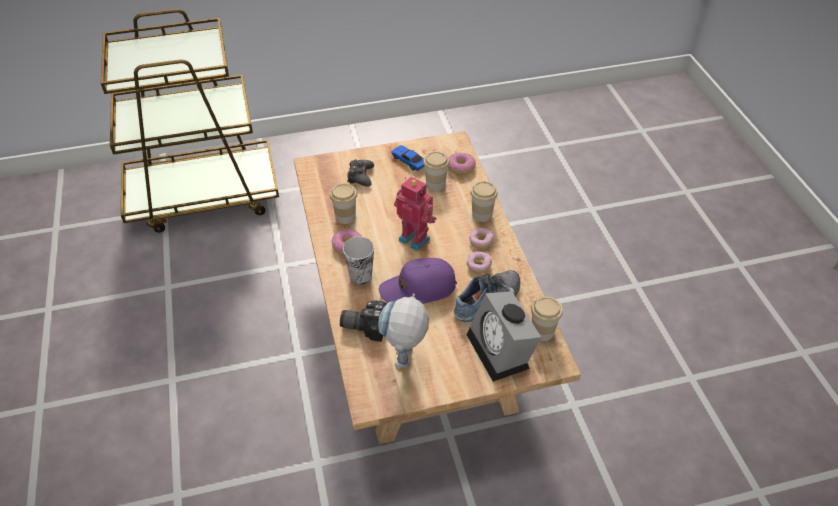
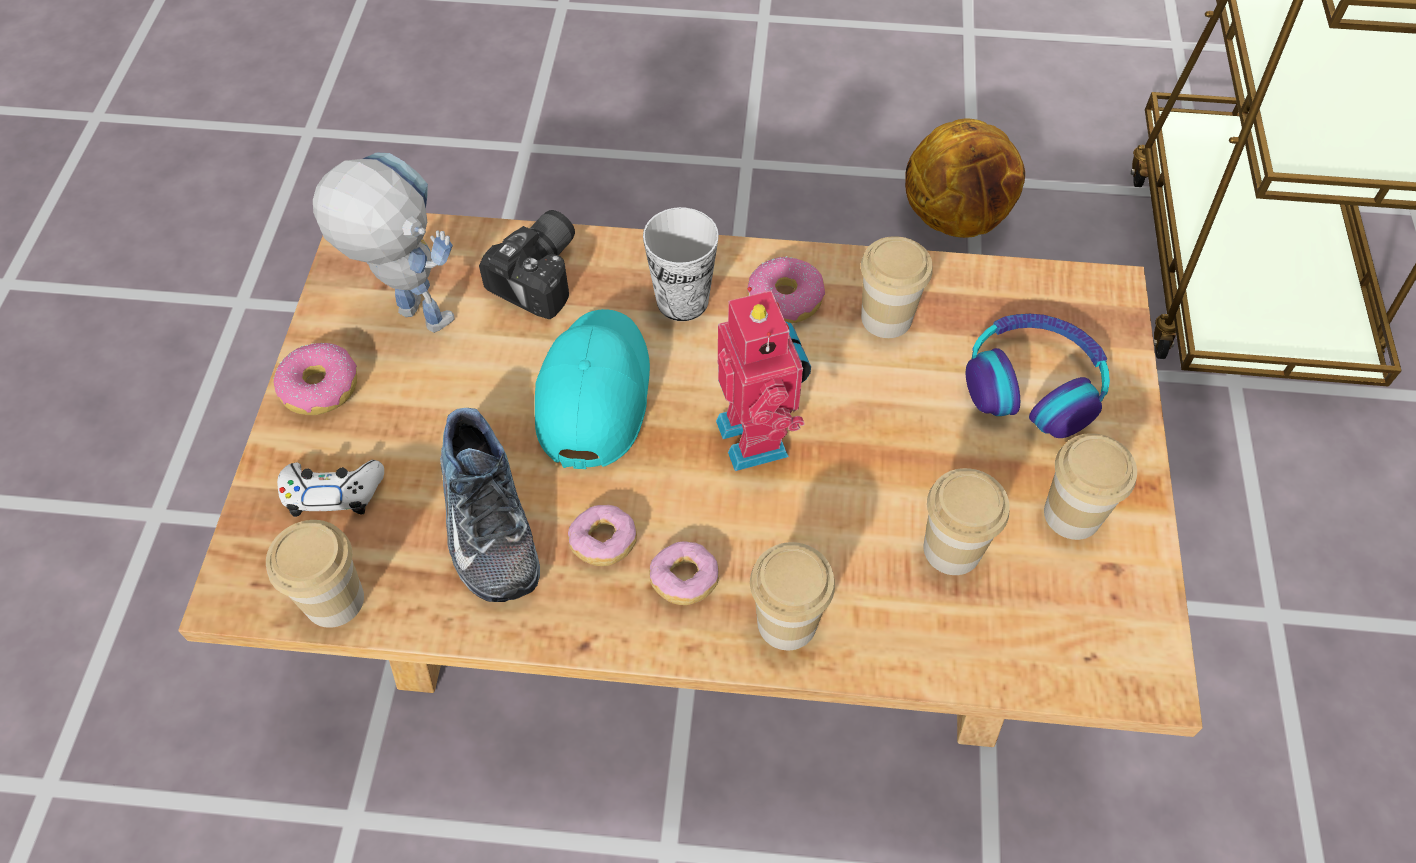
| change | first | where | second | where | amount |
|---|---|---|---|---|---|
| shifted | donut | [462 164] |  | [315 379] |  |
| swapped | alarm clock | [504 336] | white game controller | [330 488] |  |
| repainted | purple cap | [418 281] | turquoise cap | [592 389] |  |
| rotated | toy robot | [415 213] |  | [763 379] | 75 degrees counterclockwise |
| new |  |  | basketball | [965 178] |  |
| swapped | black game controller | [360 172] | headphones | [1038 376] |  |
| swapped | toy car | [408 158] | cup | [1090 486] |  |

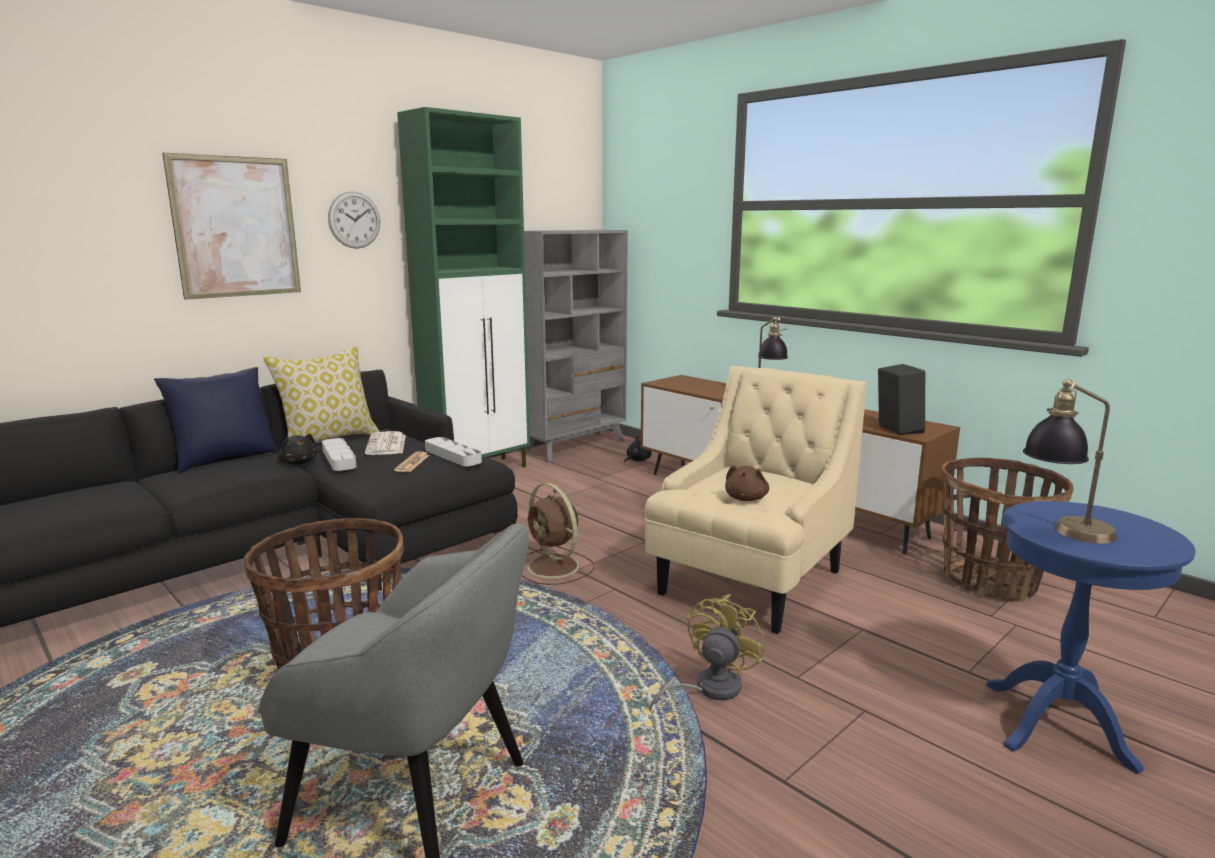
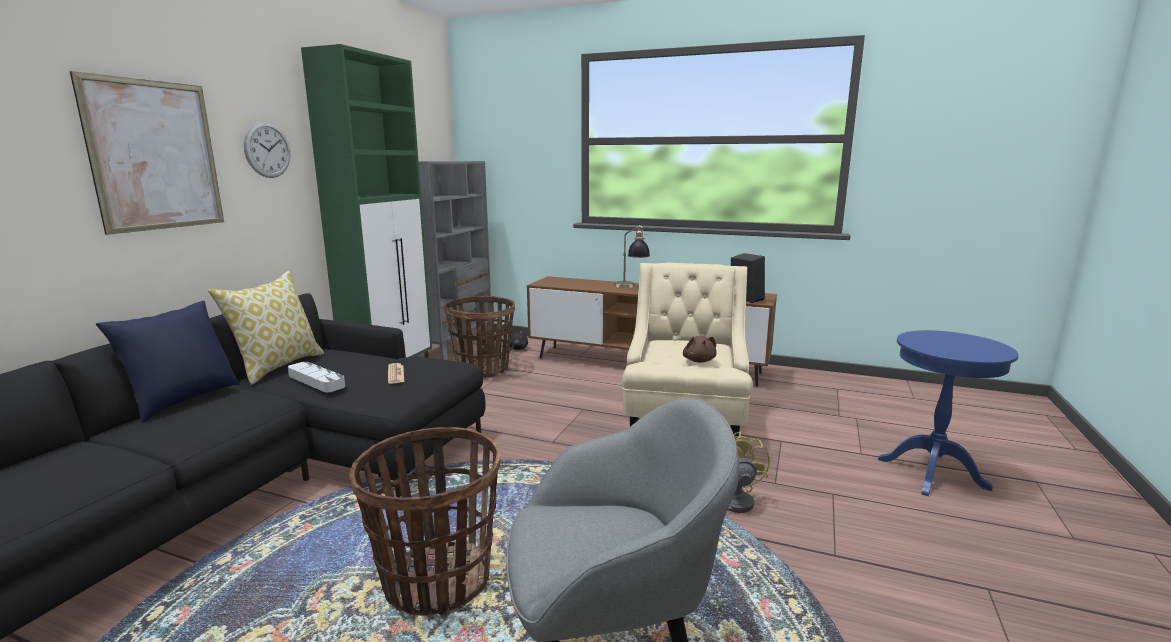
| change | first | where | second | where | amount |
|---|---|---|---|---|---|
| shifted | basket | [1007 530] |  | [479 337] |  |
| gone | black plush toy | [297 449] |  |  |  |
| gone | newspaper | [385 443] |  |  |  |
| gone | grey tray | [453 451] |  |  |  |
| gone | brown fan | [558 534] |  |  |  |
| gone | table lamp | [1070 461] |  |  |  |

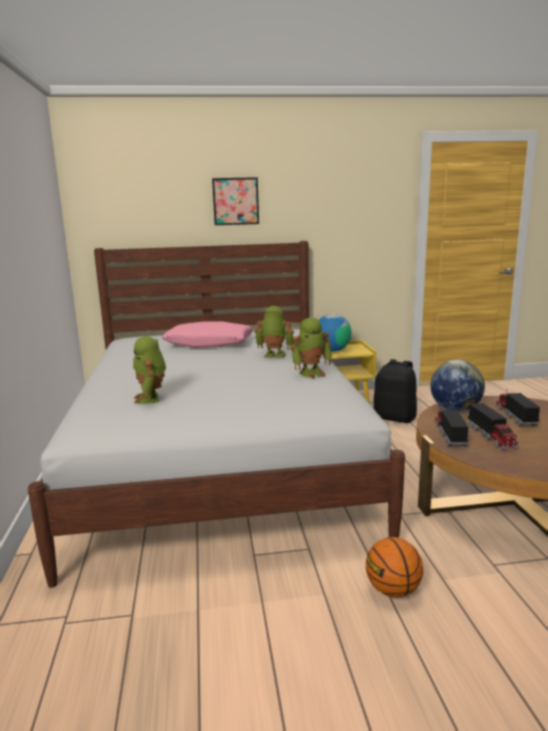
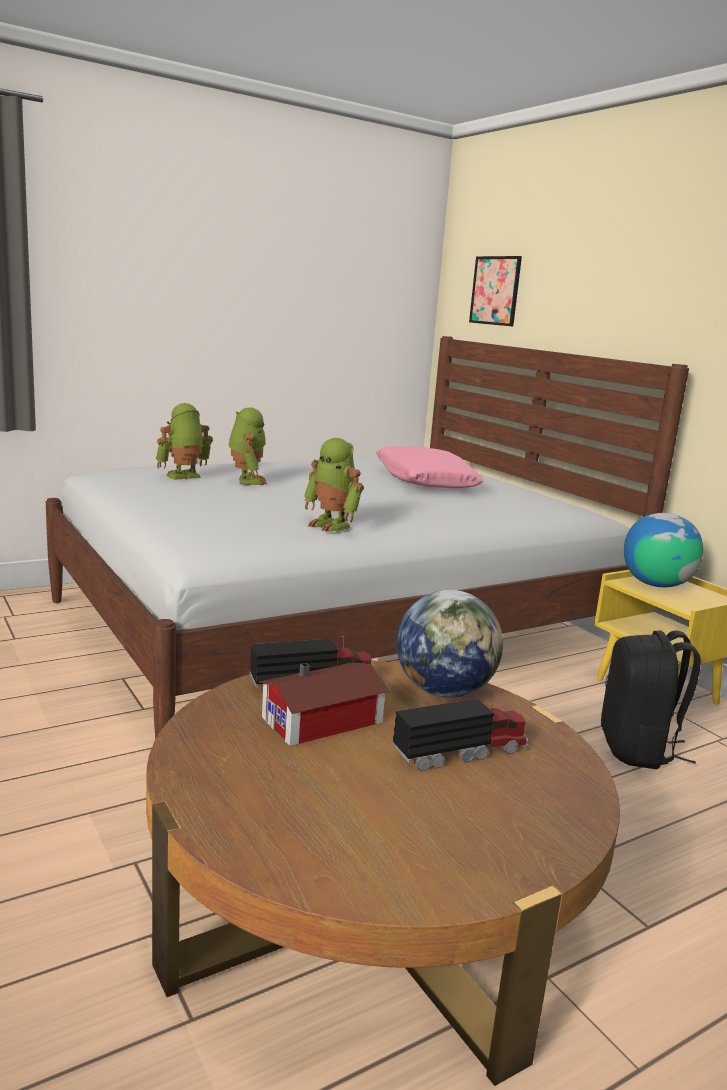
| change | first | where | second | where | amount |
|---|---|---|---|---|---|
| shifted | toy robot | [274 332] |  | [248 446] |  |
| swapped | toy truck | [493 426] | toy house | [324 704] |  |
| shifted | picture | [235 201] |  | [495 291] |  |
| gone | basketball | [394 567] |  |  |  |

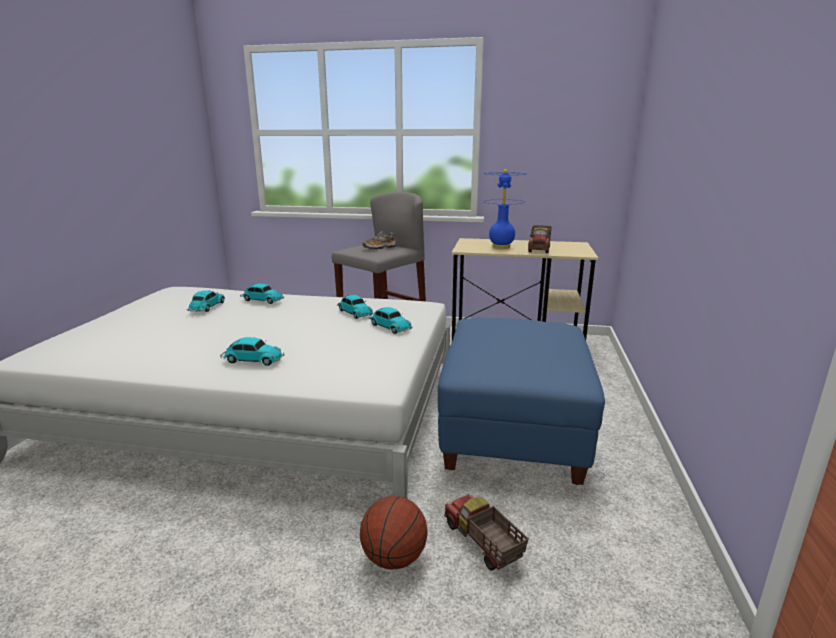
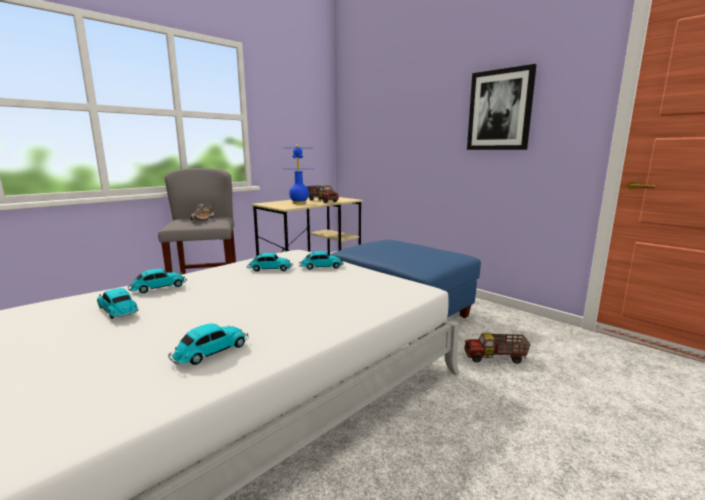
| change | first | where | second | where | amount |
|---|---|---|---|---|---|
| shifted | toy car | [252 351] |  | [208 344] |  |
| new |  |  | picture | [501 107] |  |
| gone | basketball | [394 533] |  |  |  |

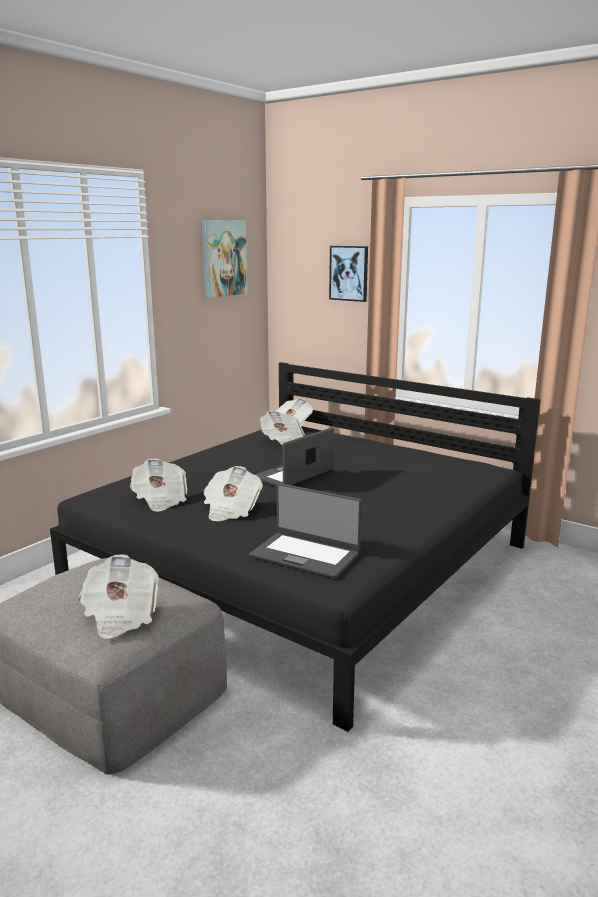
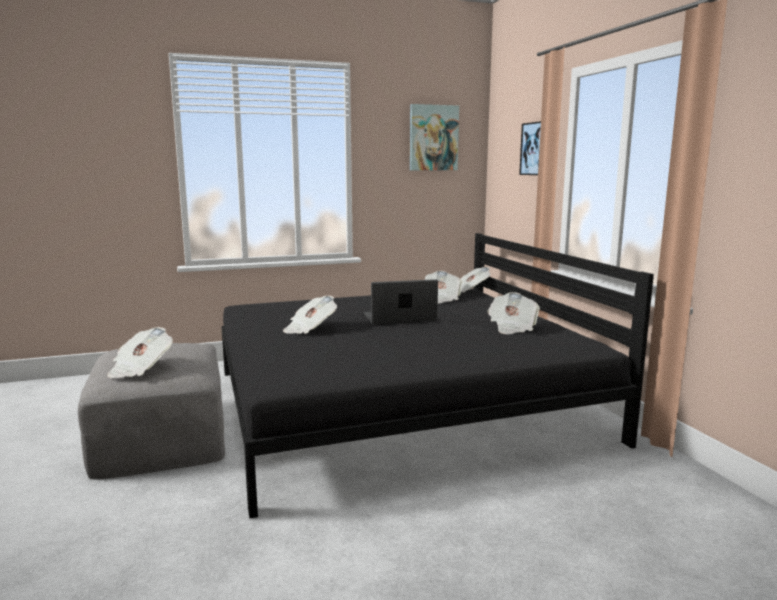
| change | first | where | second | where | amount |
|---|---|---|---|---|---|
| shifted | newspaper | [158 485] |  | [513 313] |  |
| gone | laptop | [305 531] |  |  |  |

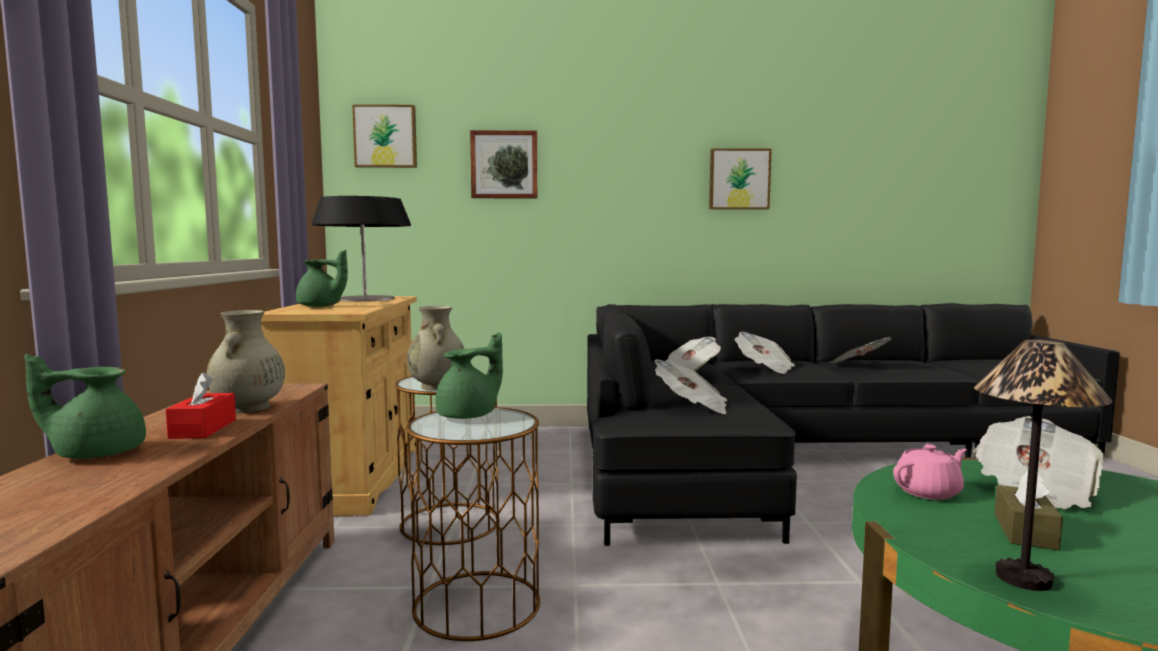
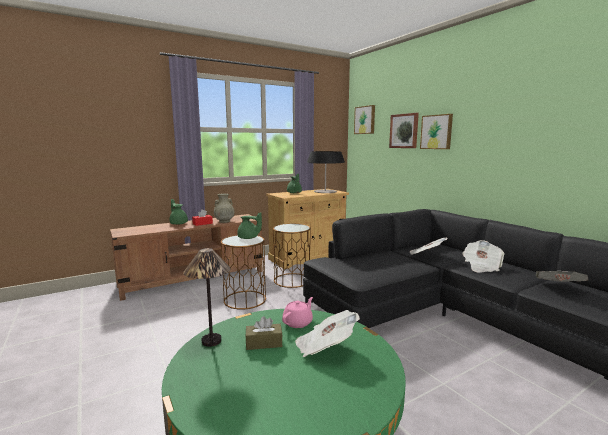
| change | first | where | second | where | amount |
|---|---|---|---|---|---|
| rotated | pink teapot | [930 472] |  | [297 312] | 90 degrees counterclockwise |
| shifted | picture | [740 178] |  | [436 131] |  |
| gone | beige vase | [435 348] |  |  |  |
| gone | newspaper | [691 386] |  |  |  |

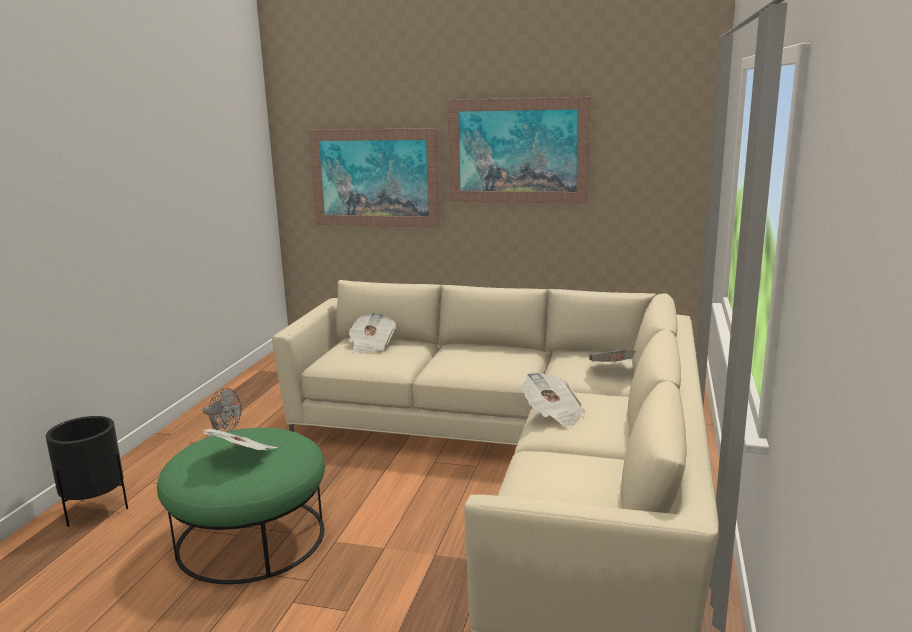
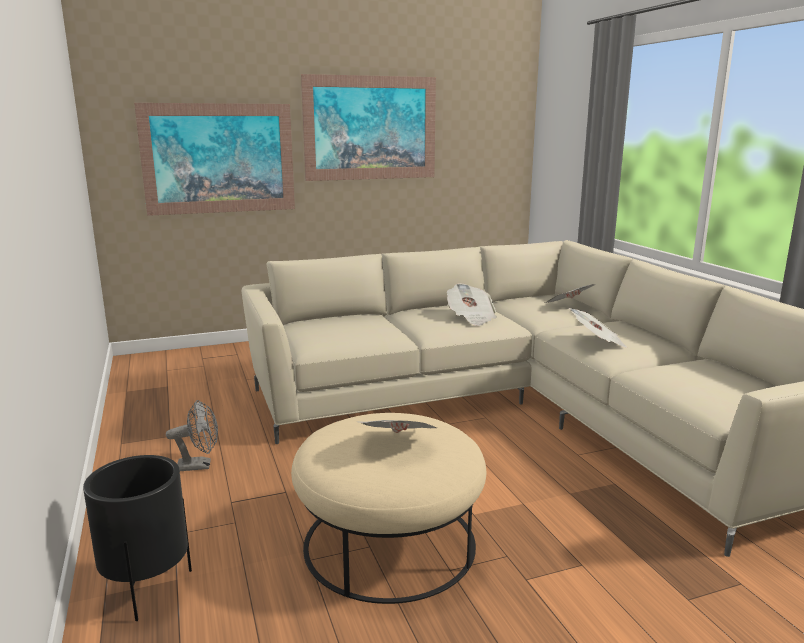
| change | first | where | second | where | amount |
|---|---|---|---|---|---|
| repainted | green ottoman | [241 506] | beige ottoman | [388 508] |  |
| shifted | newspaper | [372 333] |  | [472 304] |  |

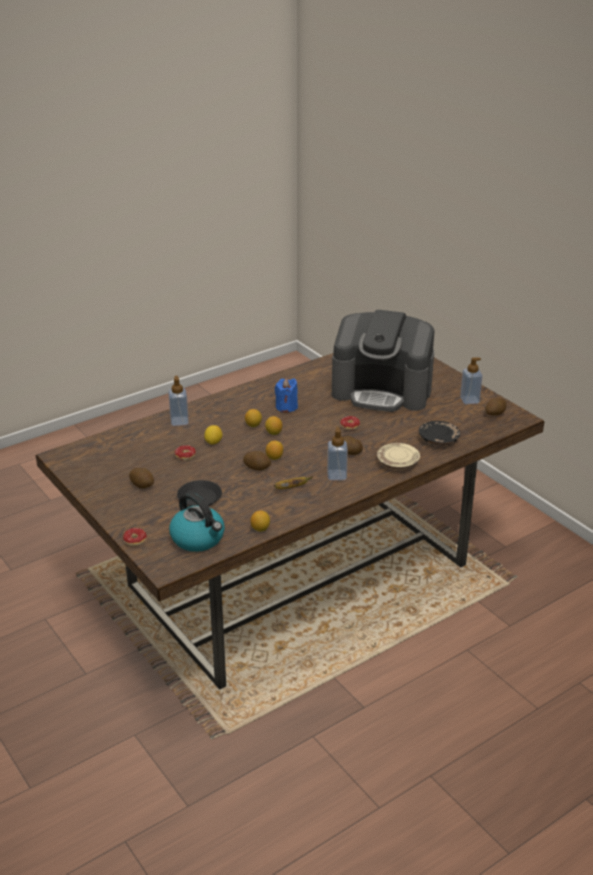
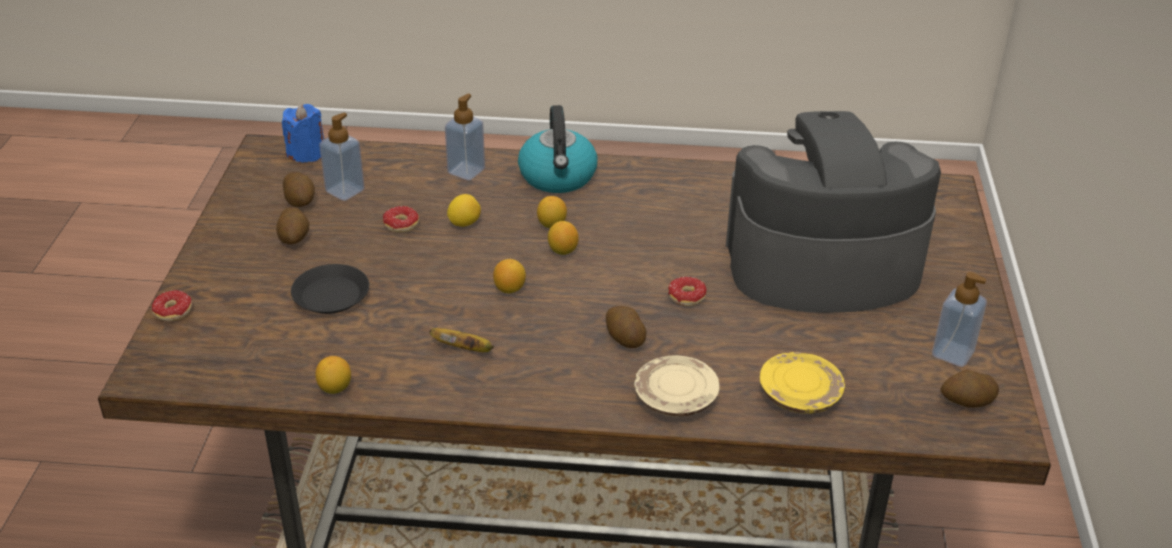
| change | first | where | second | where | amount |
|---|---|---|---|---|---|
| shifted | blue candle | [286 395] |  | [303 133] |  |
| shifted | potato | [257 461] |  | [299 189] |  |
| shifted | soap dispenser | [337 453] |  | [342 157] |  |
| shifted | kettle | [197 522] |  | [558 149] |  |
| rotated | coffee machine | [383 361] |  | [833 212] | 120 degrees clockwise |
| repainted | black plate | [439 433] | yellow plate | [802 383] |  |

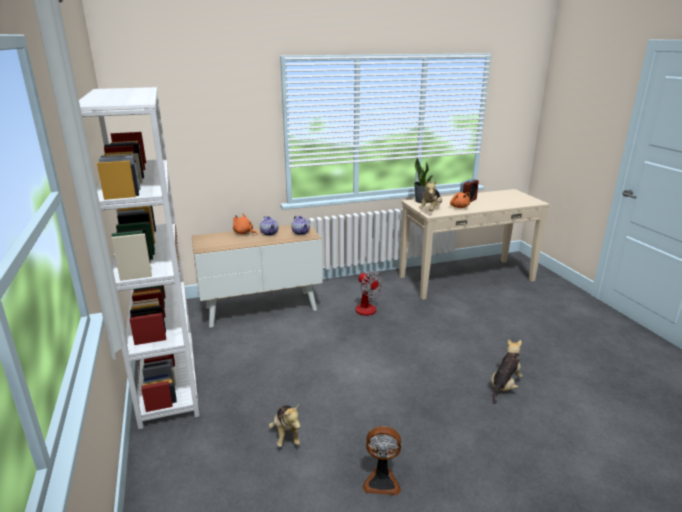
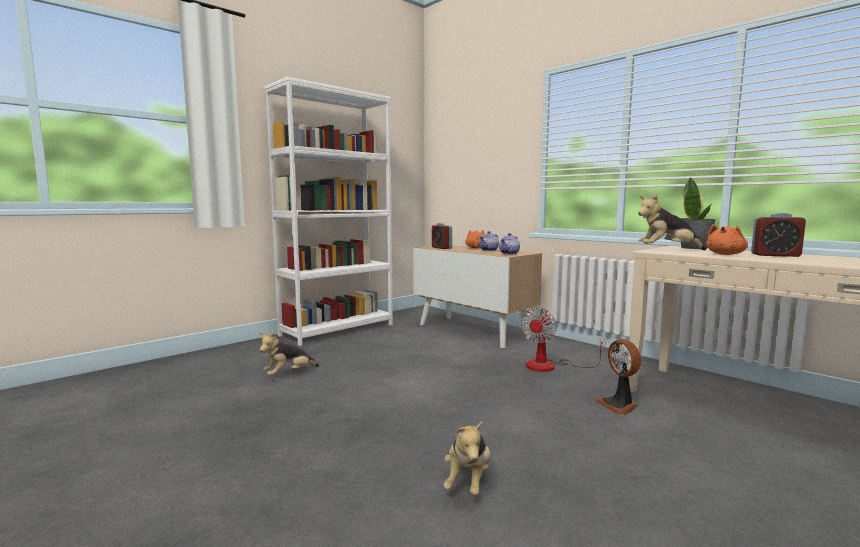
| change | first | where | second | where | amount |
|---|---|---|---|---|---|
| new |  |  | alarm clock | [442 236] |  |
| rotated | plush toy | [507 371] |  | [467 458] | 90 degrees clockwise |
| shifted | fan | [382 460] |  | [618 377] |  |

